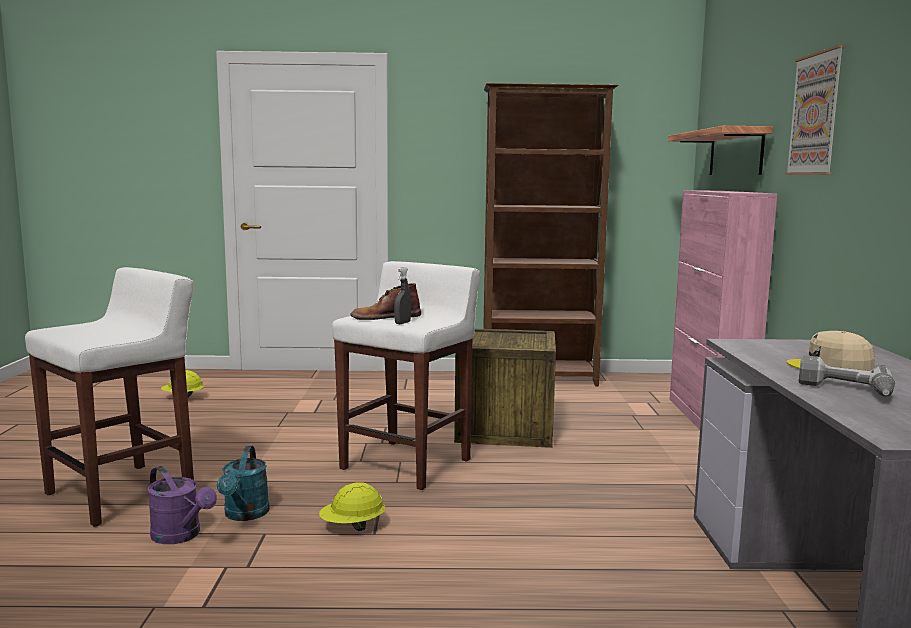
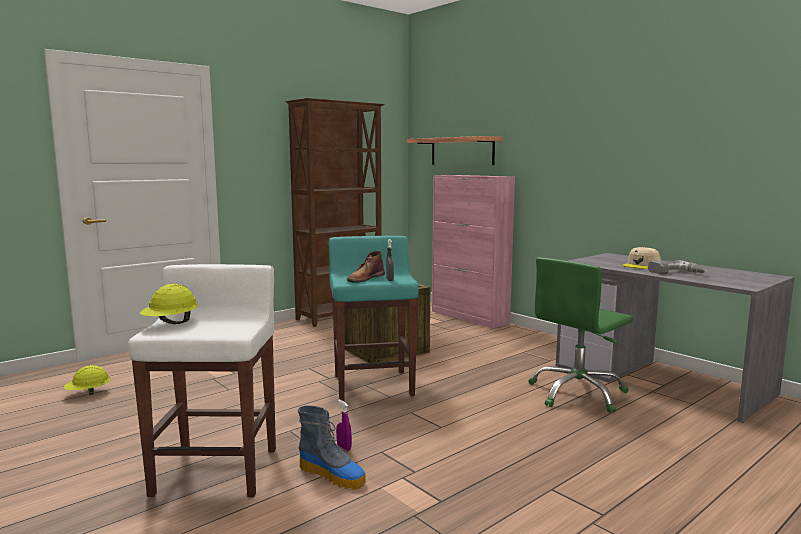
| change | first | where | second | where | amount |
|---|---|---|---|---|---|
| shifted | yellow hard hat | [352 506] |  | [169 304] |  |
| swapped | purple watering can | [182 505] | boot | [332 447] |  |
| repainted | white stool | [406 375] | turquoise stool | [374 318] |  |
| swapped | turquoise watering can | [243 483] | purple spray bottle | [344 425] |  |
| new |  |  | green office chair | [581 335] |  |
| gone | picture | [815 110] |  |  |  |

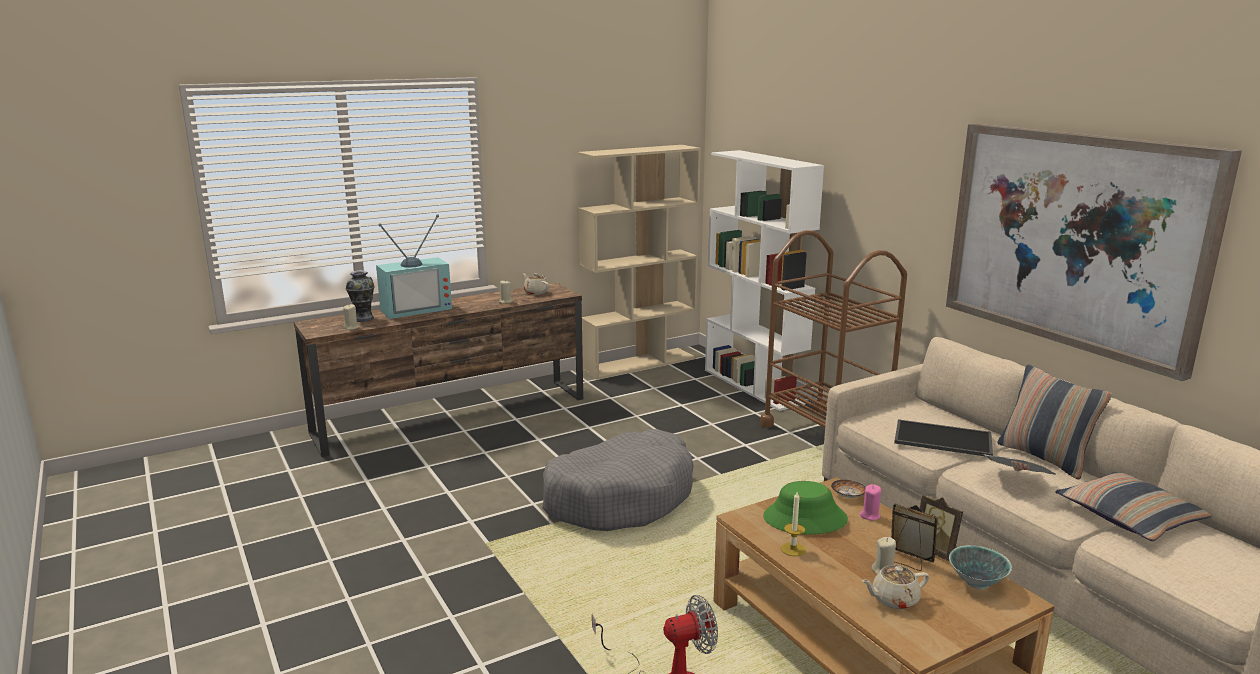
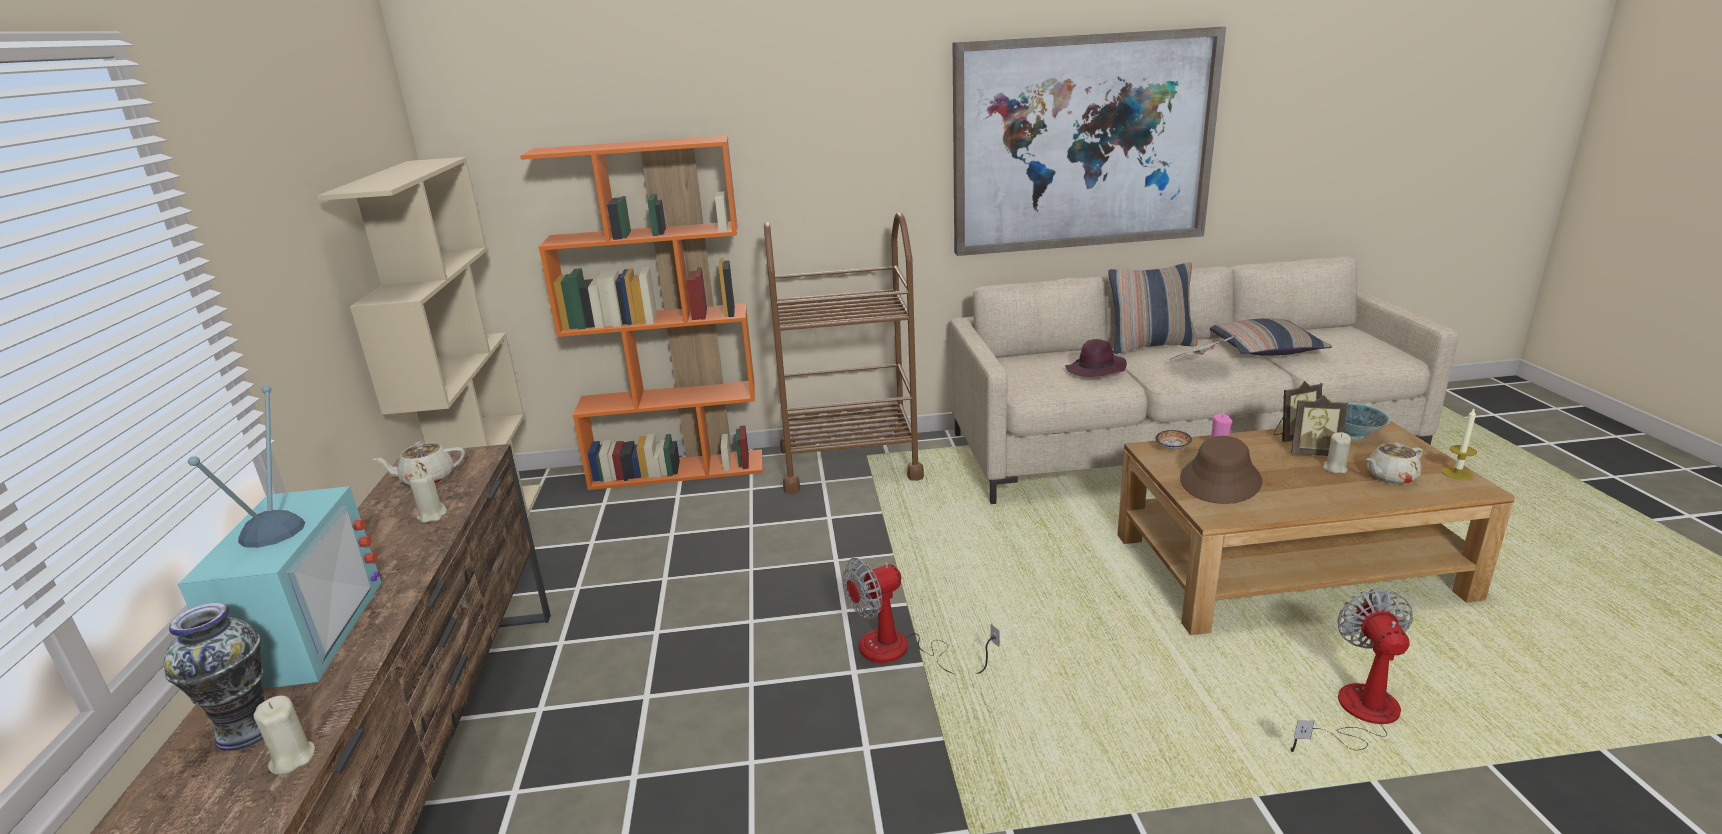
| change | first | where | second | where | amount |
|---|---|---|---|---|---|
| repainted | white bookcase | [764 280] | orange bookcase | [641 313] |  |
| swapped | grey dog bed | [618 480] | fan | [921 616] |  |
| swapped | tray | [943 437] | purple hat | [1096 358] |  |
| repainted | green hat | [805 508] | brown hat | [1221 470] |  |
| rotated | picture frame | [914 537] |  | [1319 425] | 135 degrees counterclockwise |
| rotated | beige teapot | [895 587] |  | [1395 463] | 60 degrees clockwise |
| shifted | candle | [793 524] |  | [1459 444] |  |

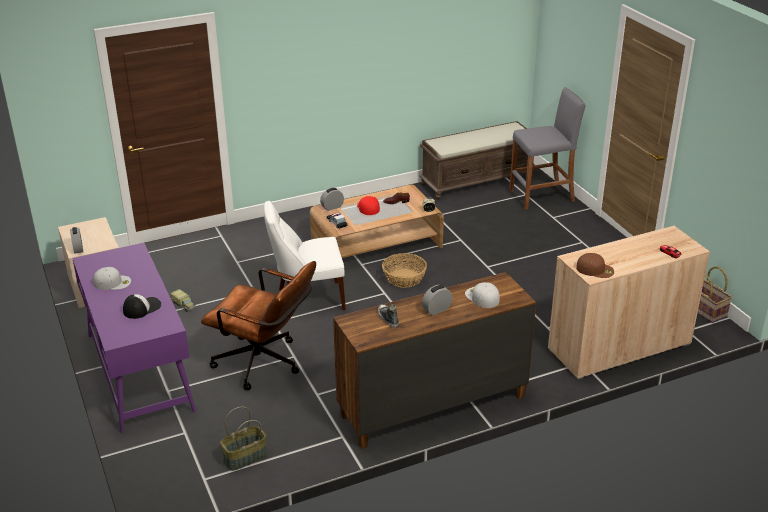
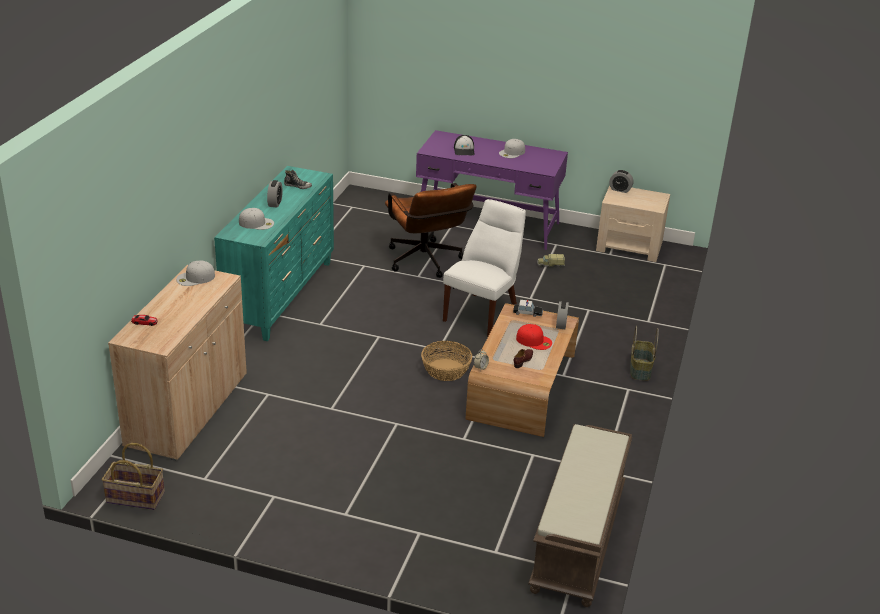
| change | first | where | second | where | amount |
|---|---|---|---|---|---|
| repainted | brown cap | [595 265] | white cap | [195 273] |  |
| repainted | brown dresser | [434 360] | turquoise dresser | [274 253] |  |
| rotated | brown office chair | [258 325] |  | [431 230] | 90 degrees counterclockwise |
| shifted | basket | [243 439] |  | [644 353] |  |
| gone | grey stool | [547 148] |  |  |  |

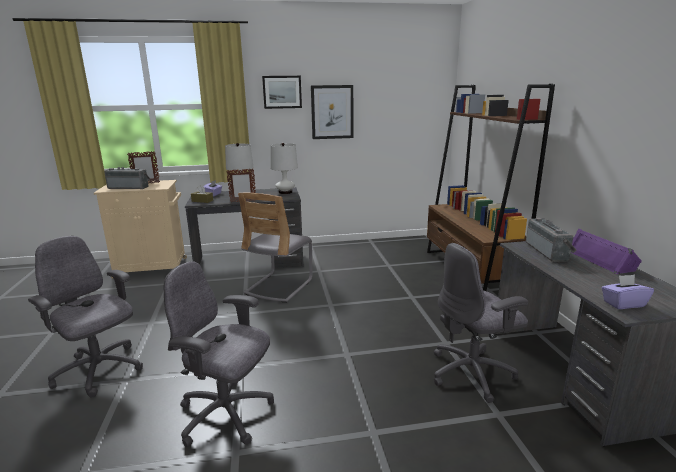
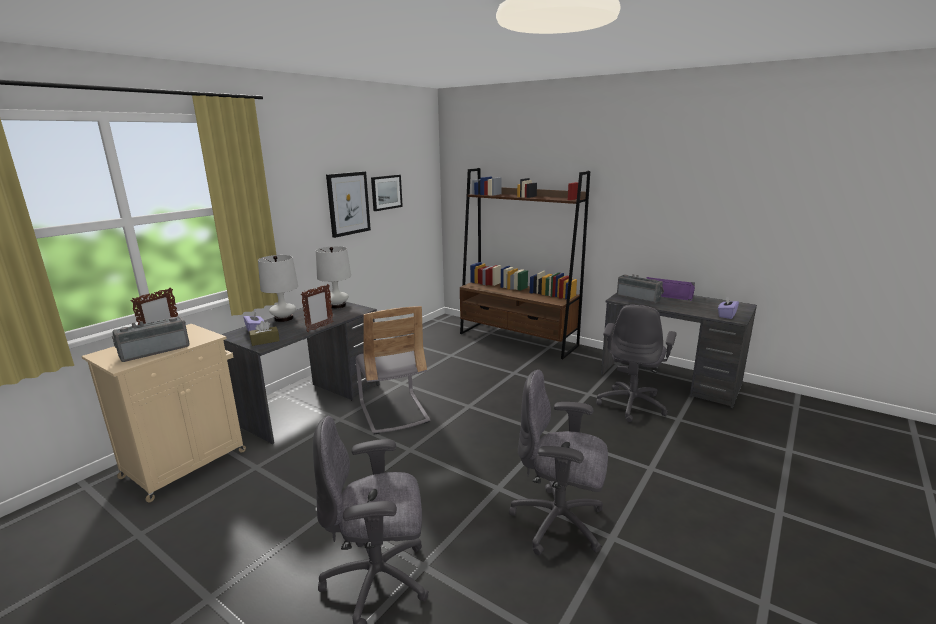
| change | first | where | second | where | amount |
|---|---|---|---|---|---|
| shifted | picture | [282 92] |  | [387 193] |  |
| rotated | grey office chair | [219 354] |  | [558 462] | 45 degrees clockwise |

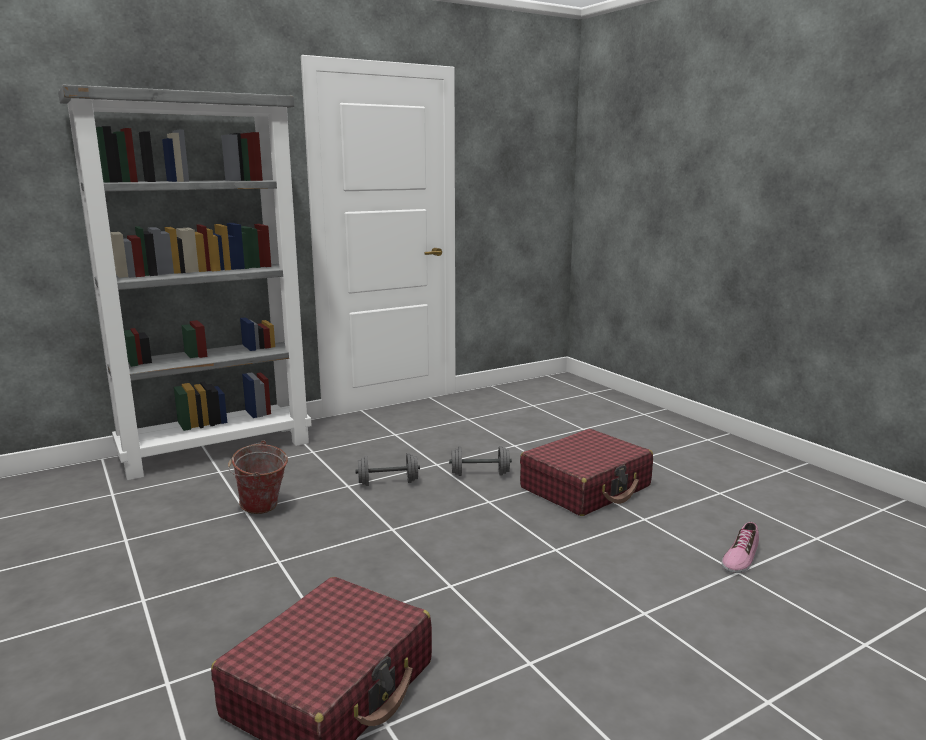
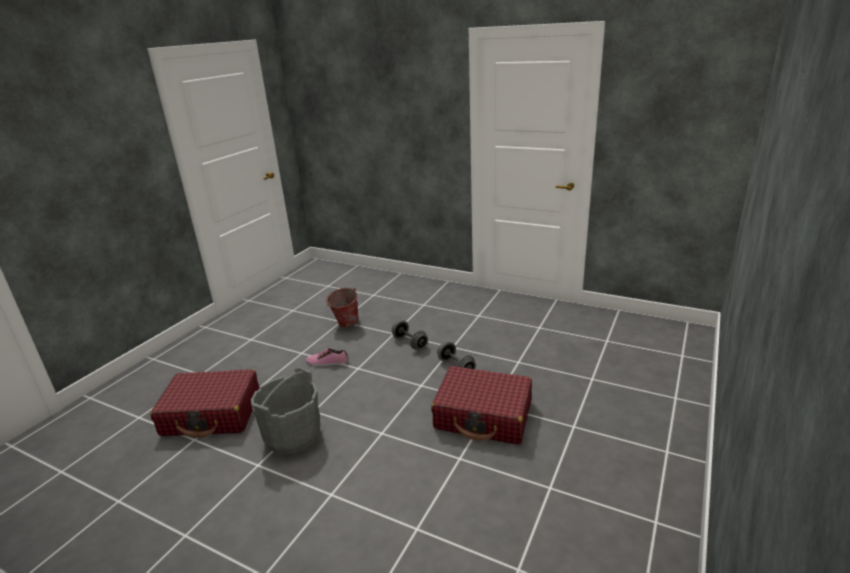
| change | first | where | second | where | amount |
|---|---|---|---|---|---|
| new |  |  | grey bucket | [286 411] |  |
| shifted | shoe | [740 547] |  | [327 357] |  |
| gone | grey bookcase | [185 282] |  |  |  |

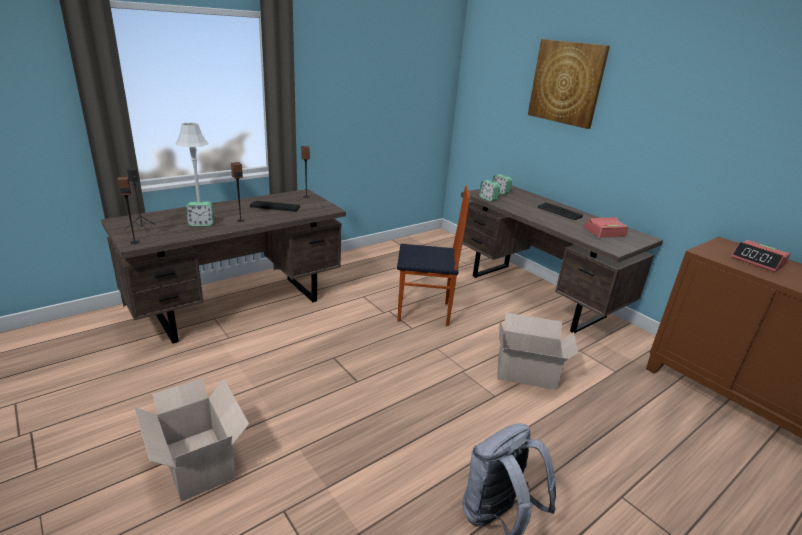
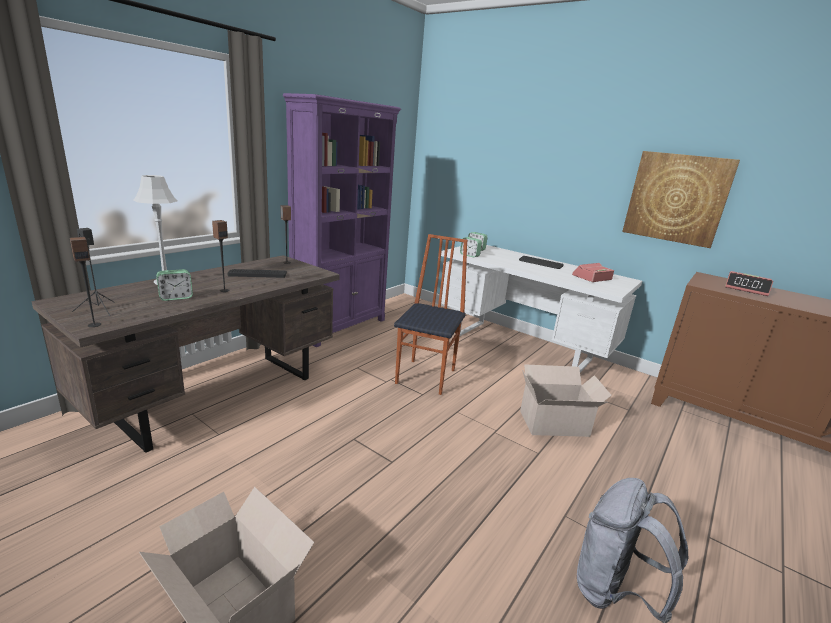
| change | first | where | second | where | amount |
|---|---|---|---|---|---|
| new |  |  | purple bookcase | [342 220] |  |
| rotated | chair | [433 255] |  | [430 314] | 60 degrees counterclockwise |
| repainted | brown desk | [562 259] | white desk | [541 308] |  |
| shifted | picture | [569 84] |  | [681 199] |  |

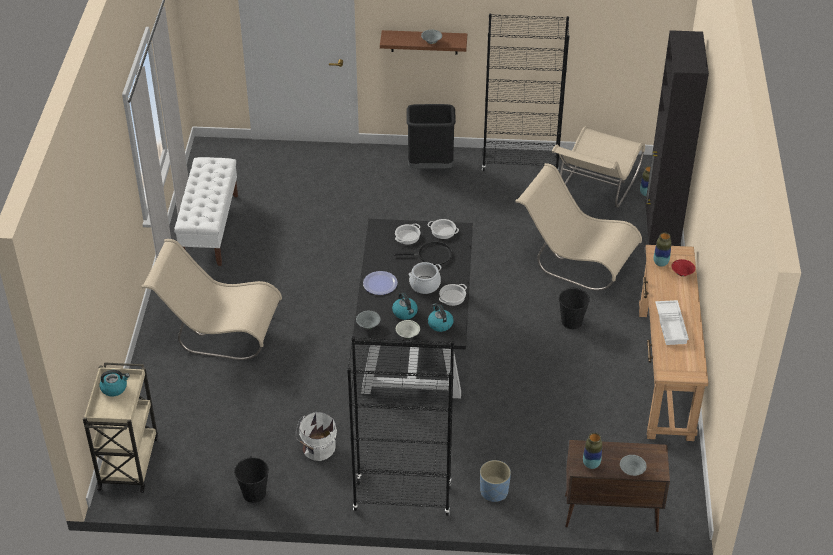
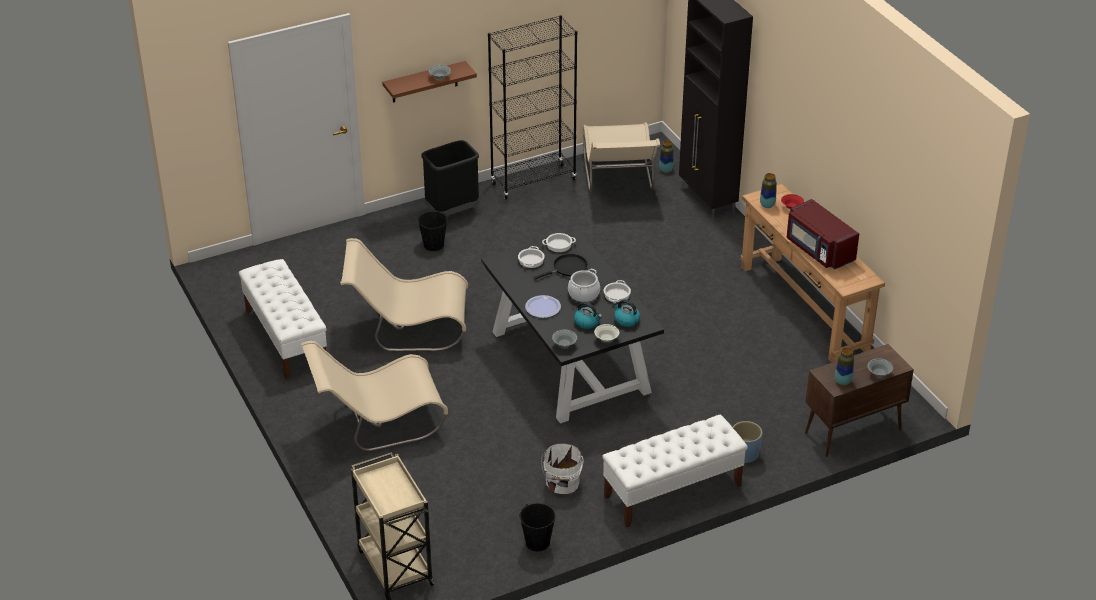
| change | first | where | second | where | amount |
|---|---|---|---|---|---|
| shifted | beige chair | [578 227] |  | [404 294] |  |
| shifted | black bucket | [574 308] |  | [432 230] |  |
| swapped | black bookcase | [400 426] | white bench | [675 470] |  |
| swapped | white tray | [672 322] | red microwave | [823 234] |  |
| gone | kettle | [114 383] |  |  |  |

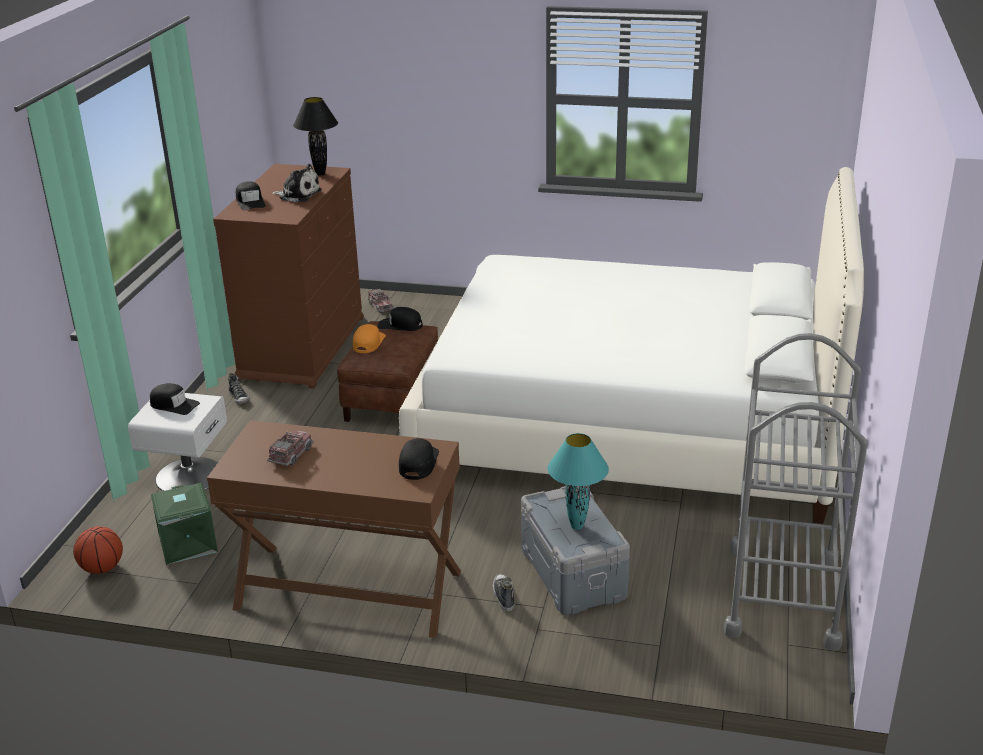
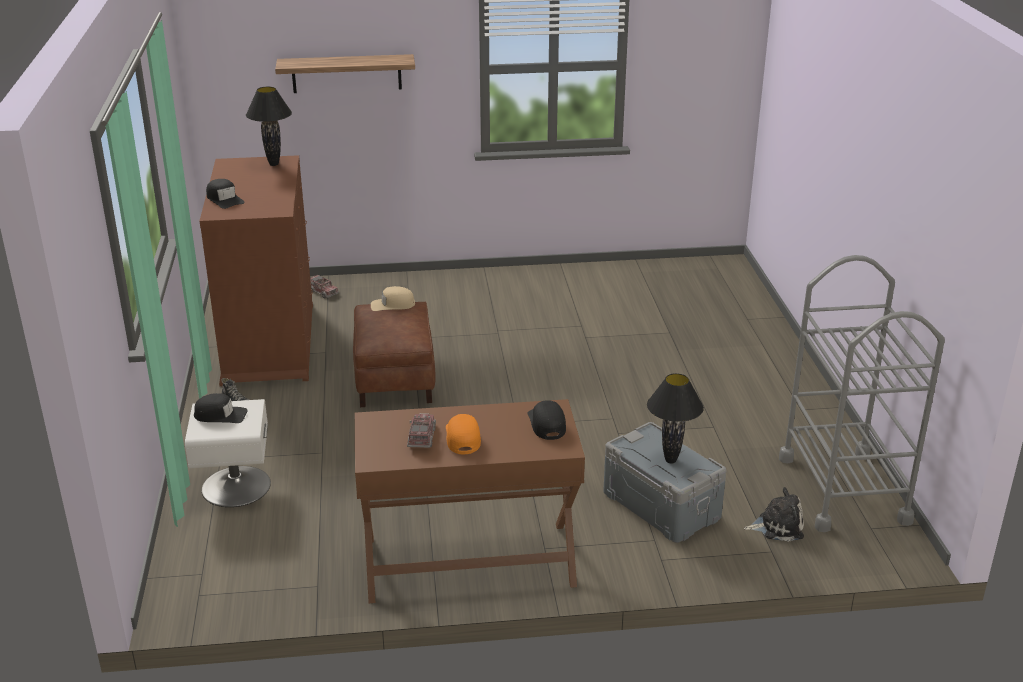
| change | first | where | second | where | amount |
|---|---|---|---|---|---|
| new |  |  | shelf | [345 73] |  |
| repainted | black cap | [400 319] | beige cap | [393 298] |  |
| shifted | orange cap | [369 338] |  | [463 434] |  |
| repainted | turquoise table lamp | [578 481] | black table lamp | [675 418] |  |
| shifted | plush toy | [296 183] |  | [774 514] |  |
| gone | basketball | [98 550] |  |  |  |
| gone | green storage box | [184 524] |  |  |  |
| gone | white bed | [631 345] |  |  |  |
| gone | shoe | [504 592] |  |  |  |

